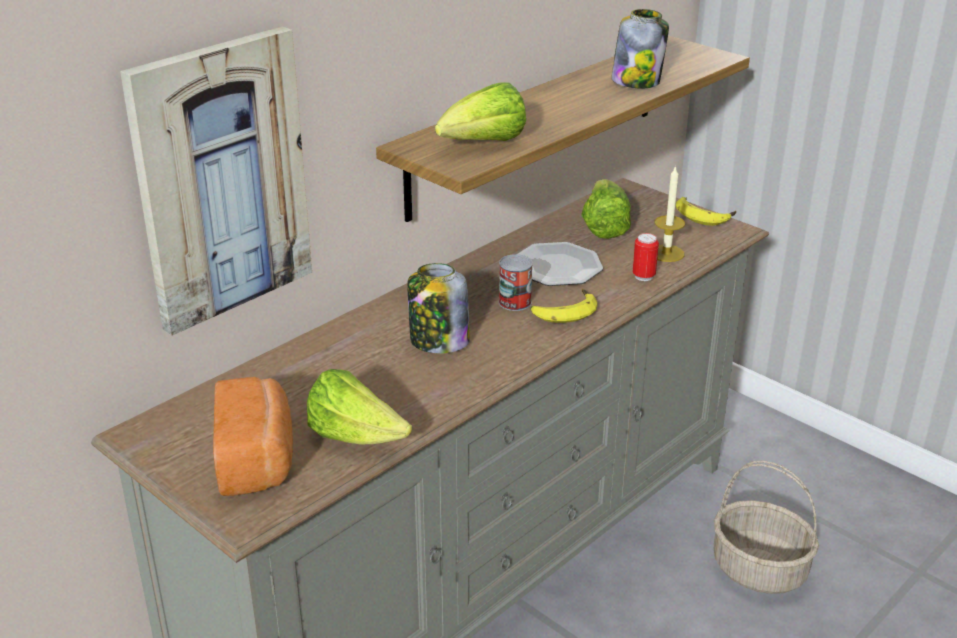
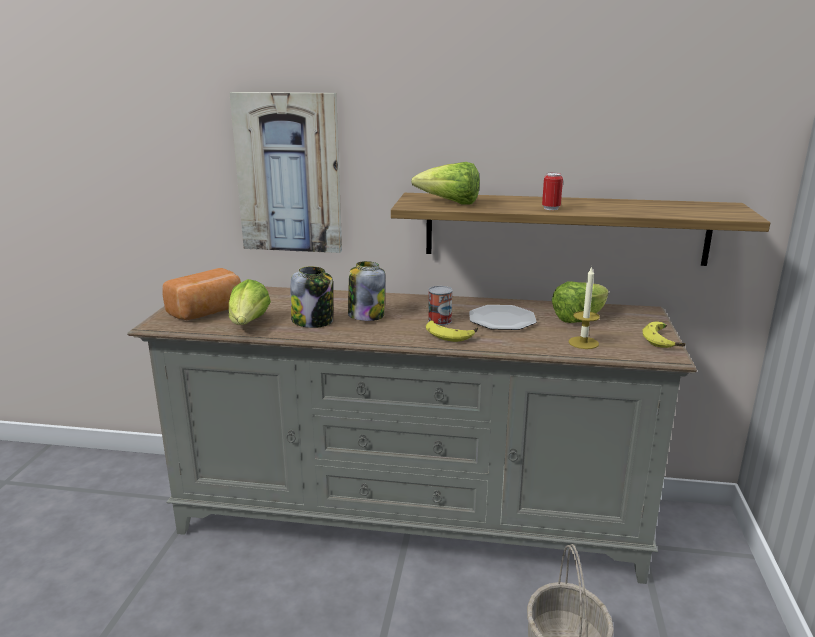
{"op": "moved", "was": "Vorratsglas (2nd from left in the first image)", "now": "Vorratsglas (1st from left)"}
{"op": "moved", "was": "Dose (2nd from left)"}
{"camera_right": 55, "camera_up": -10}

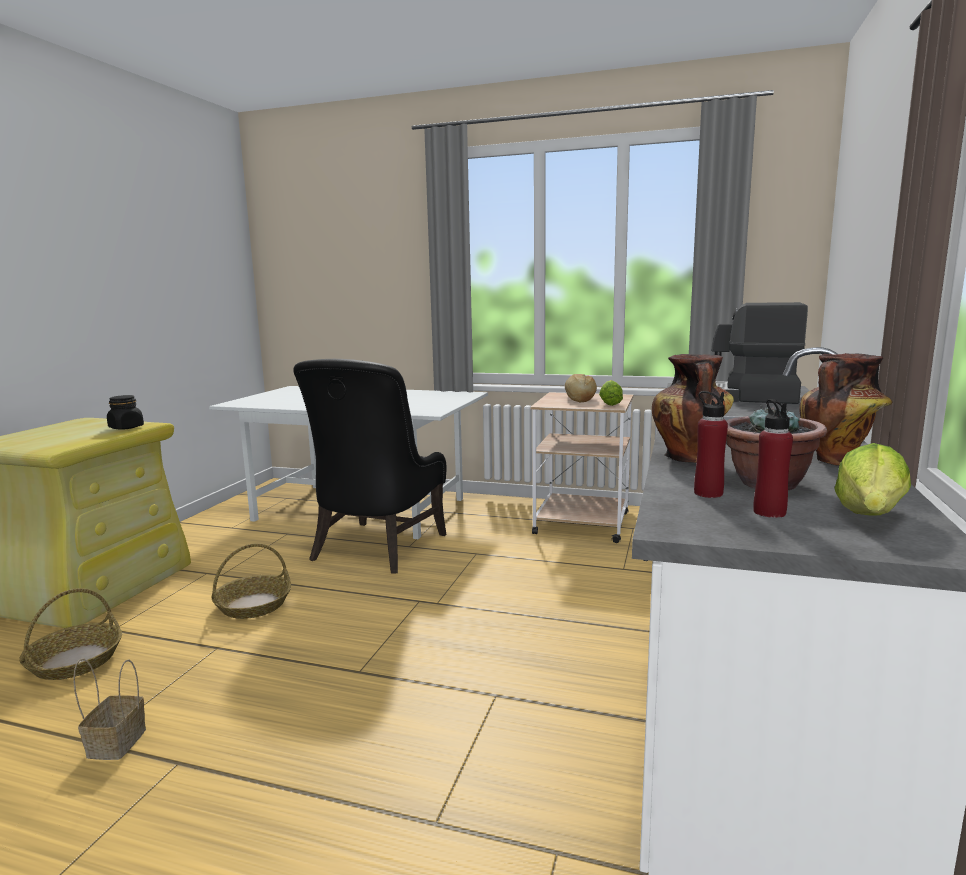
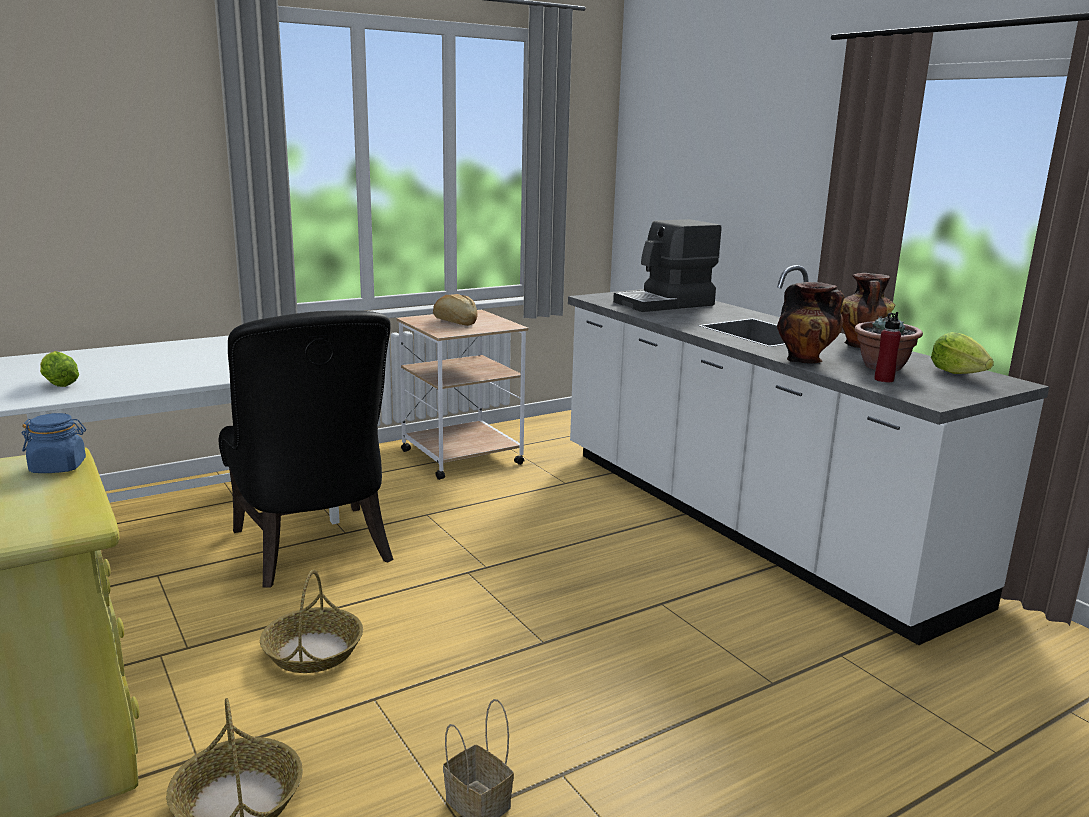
{"op": "recoloured", "was": "Vorratsglas [schwarz]", "now": "Vorratsglas [blau]"}
{"op": "moved", "was": "Salatkopf (1st from left)"}
{"op": "removed", "was": "Flasche [rot] (2nd from left)"}
{"camera_right": -50, "camera_up": 5}

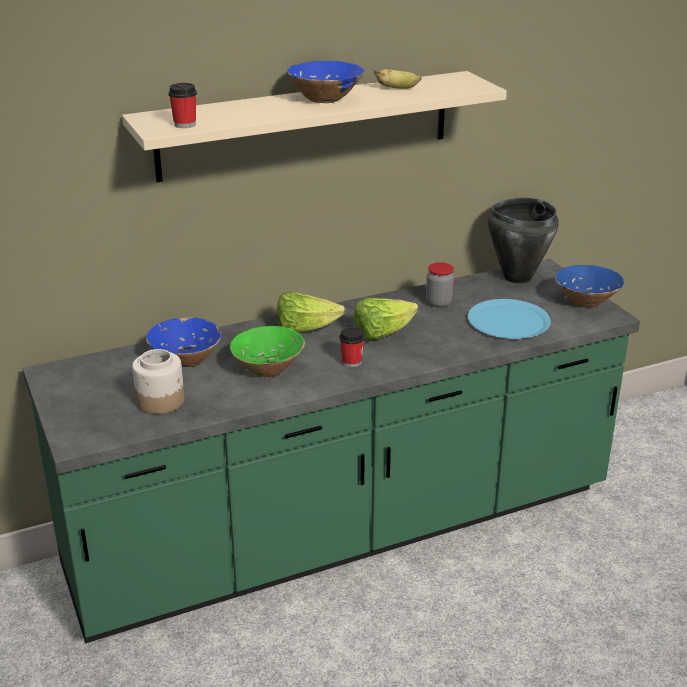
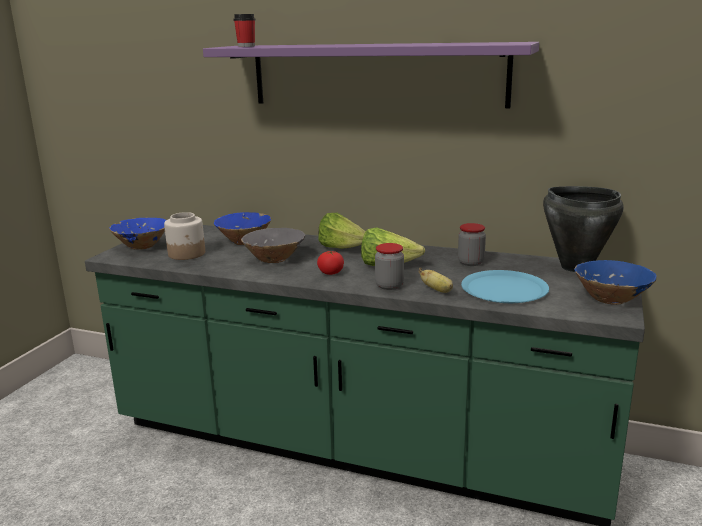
{"op": "moved", "was": "Schüssel [blau] (2nd from left in the first image)", "now": "Schüssel [blau] (1st from left)"}
{"op": "recoloured", "was": "Wandregal [beige]", "now": "Wandregal [lila]"}
{"op": "recoloured", "was": "Schüssel [grün]", "now": "Schüssel [grau]"}
{"op": "replaced", "was": "Tasse (2nd from left)", "now": "Tomate"}
{"op": "added", "now": "Vorratsglas (2nd from left)"}
{"op": "moved", "was": "Banane"}
{"camera_right": 45, "camera_up": -10}

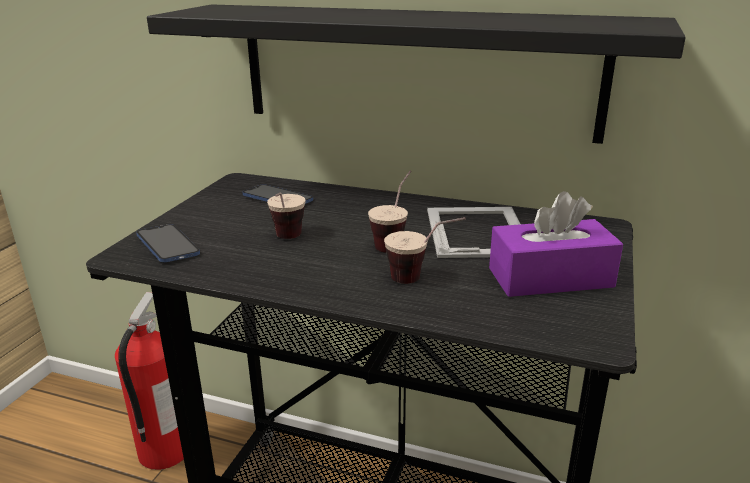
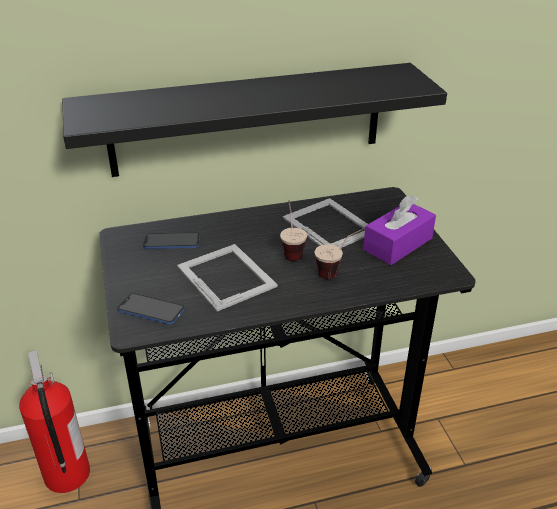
{"op": "replaced", "was": "Tasse (1st from left)", "now": "Bilderrahmen (1st from left)"}
{"camera_right": -35, "camera_up": 10}

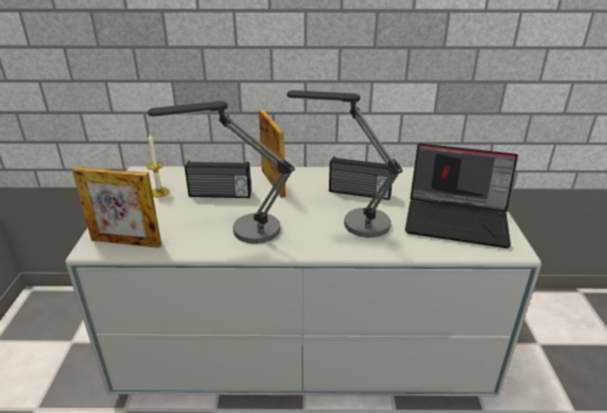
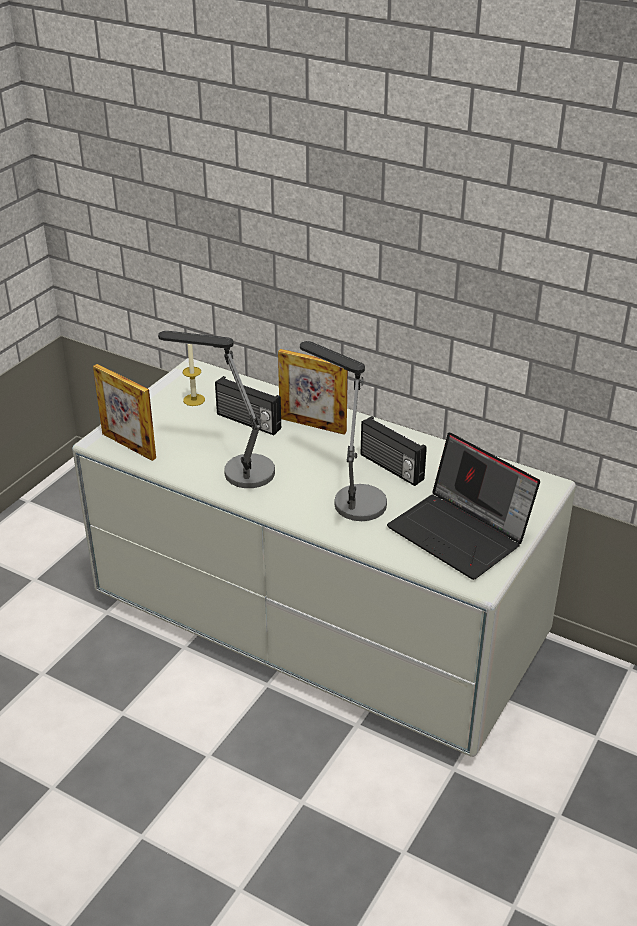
{"op": "turned", "was": "Bilderrahmen (2nd from left)", "clockwise": 105}
{"camera_right": 30, "camera_up": 5}

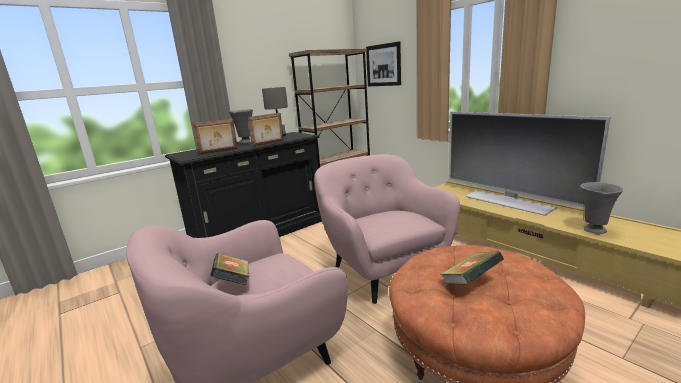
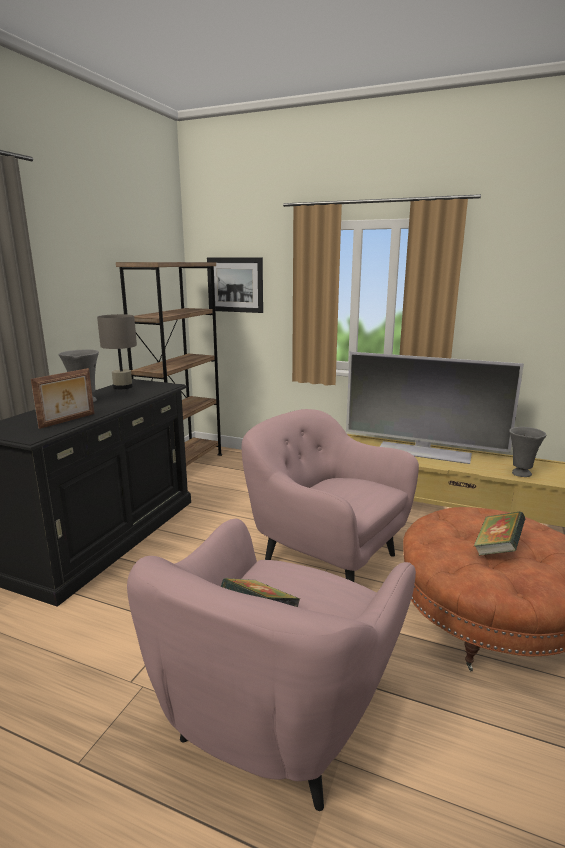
{"op": "removed", "was": "Bilderrahmen (2nd from left)"}
{"camera_right": -30, "camera_up": 0}

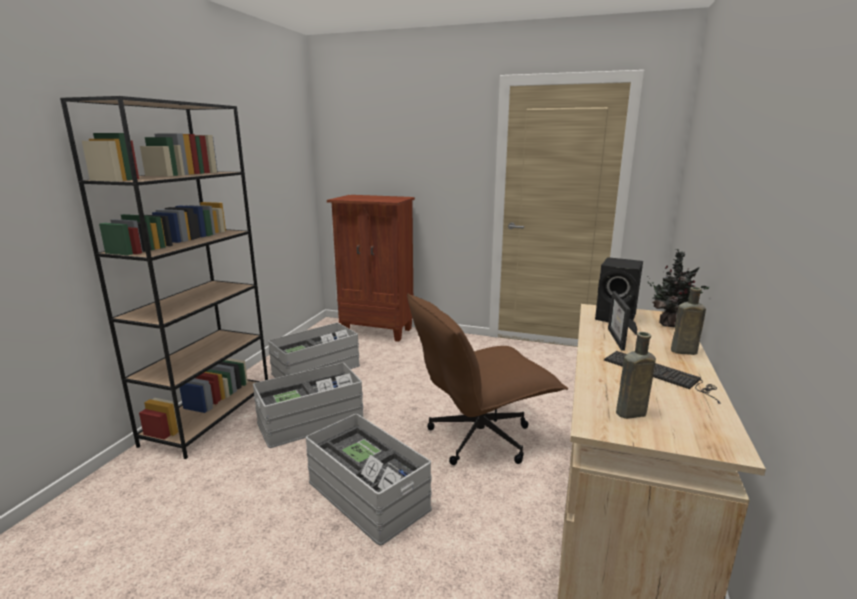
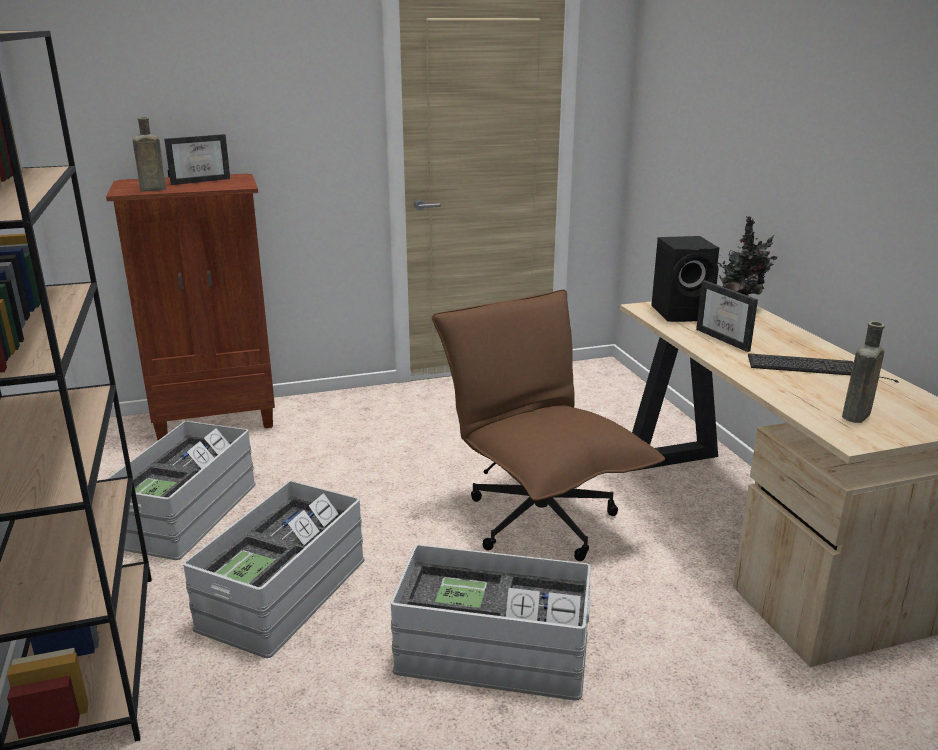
{"op": "moved", "was": "Flasche [braun] (2nd from left in the first image)", "now": "Flasche [braun] (1st from left)"}
{"op": "added", "now": "Bilderrahmen (1st from left)"}
{"op": "turned", "was": "Bürostuhl [braun]", "clockwise": 120}
{"camera_right": -35, "camera_up": 5}

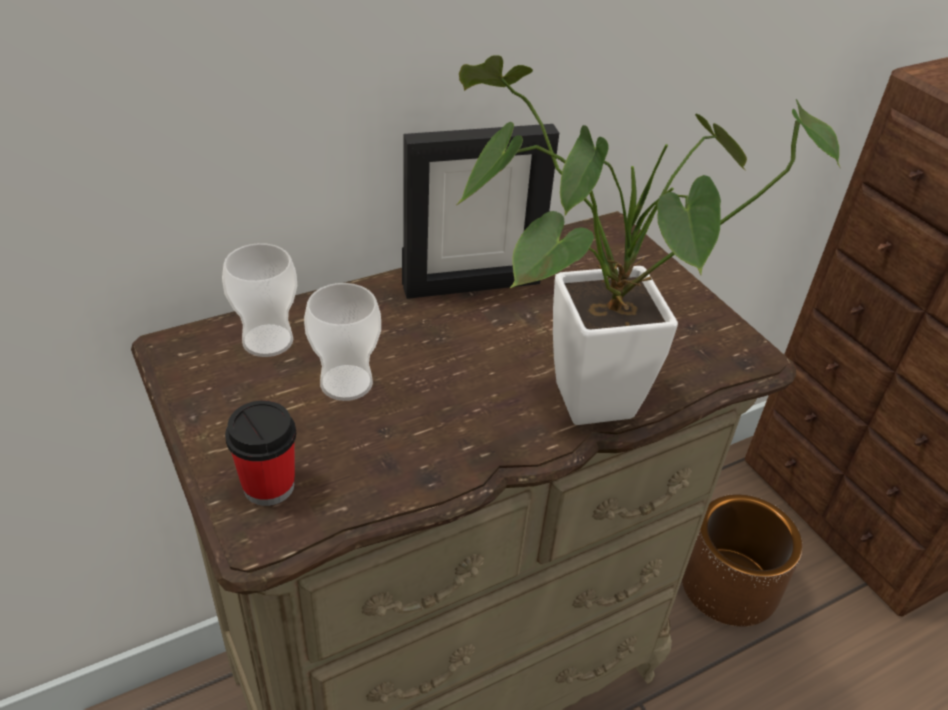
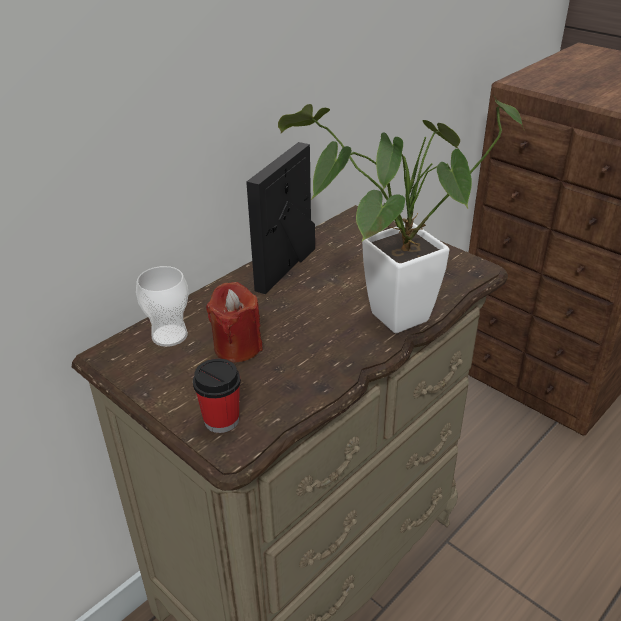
{"op": "replaced", "was": "Tasse (3rd from left)", "now": "Kerze [rot]"}
{"op": "turned", "was": "Bilderrahmen", "clockwise": 150}
{"op": "removed", "was": "Pflanzkübel [braun]"}
{"camera_right": -15, "camera_up": -5}

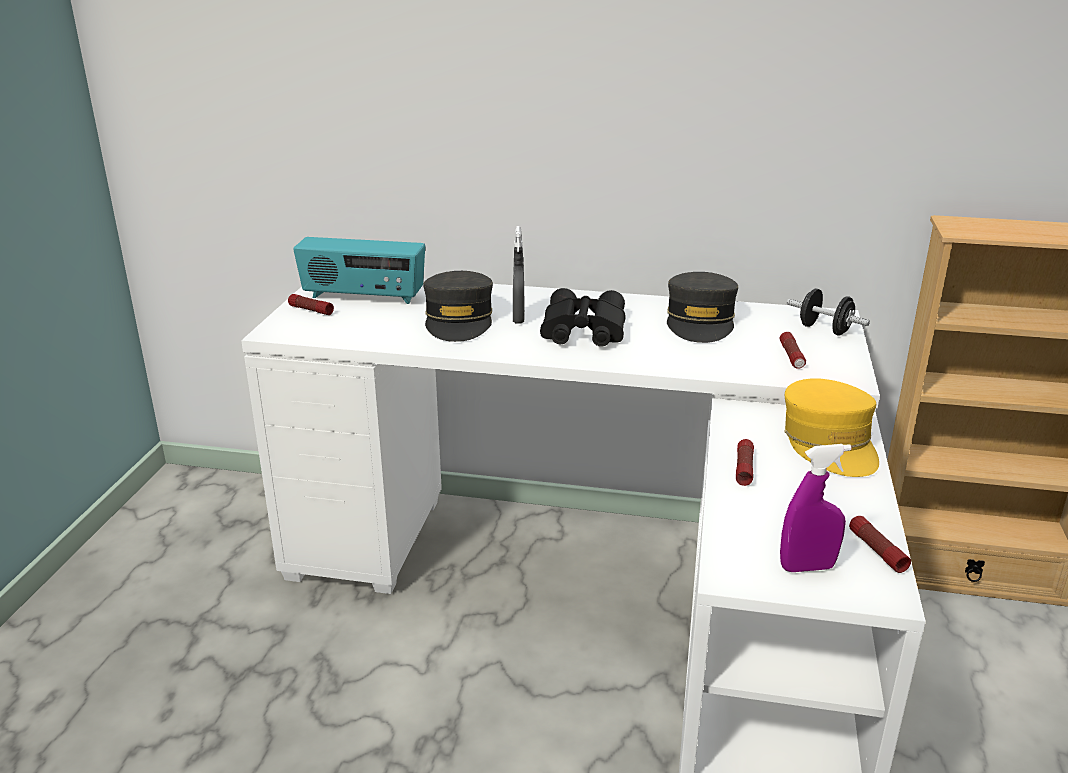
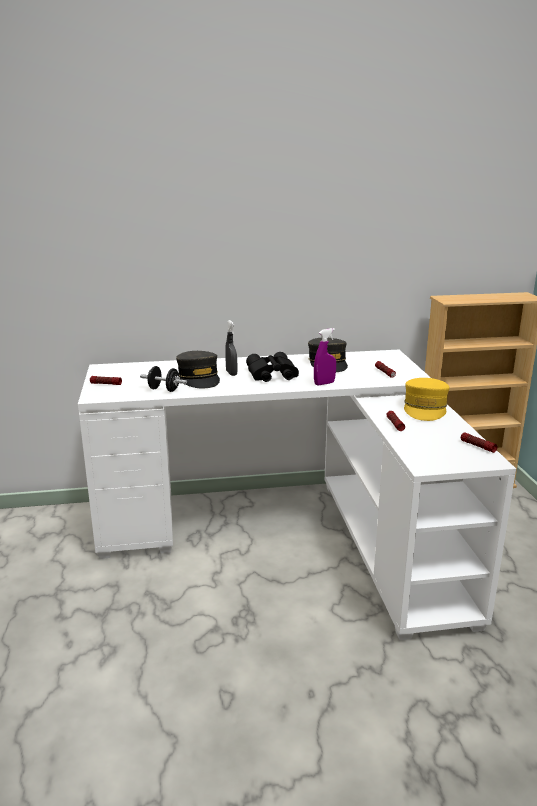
{"op": "moved", "was": "Hantel [schwarz]"}
{"op": "moved", "was": "Sprühflasche [lila]"}
{"op": "turned", "was": "Kappe [gelb]", "clockwise": 45}
{"op": "removed", "was": "Radio"}
{"camera_right": -20, "camera_up": -5}

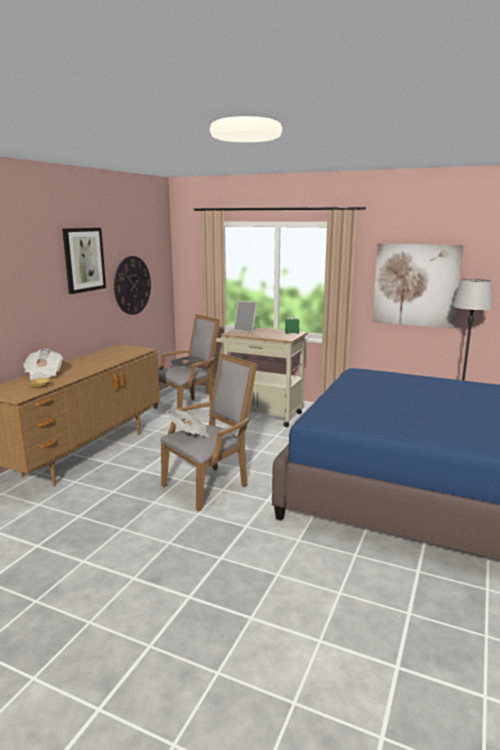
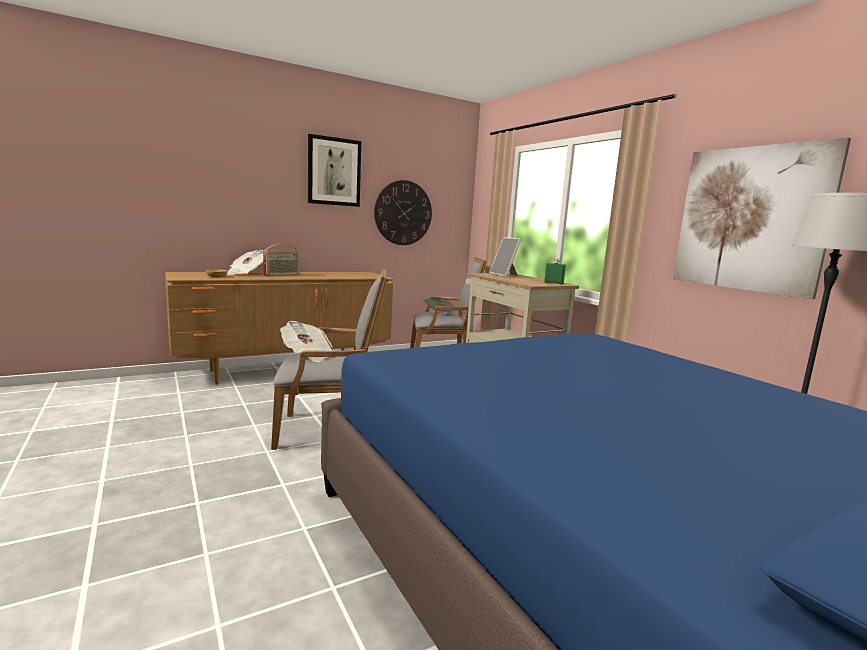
{"op": "added", "now": "Radio"}
{"camera_right": 35, "camera_up": -5}

